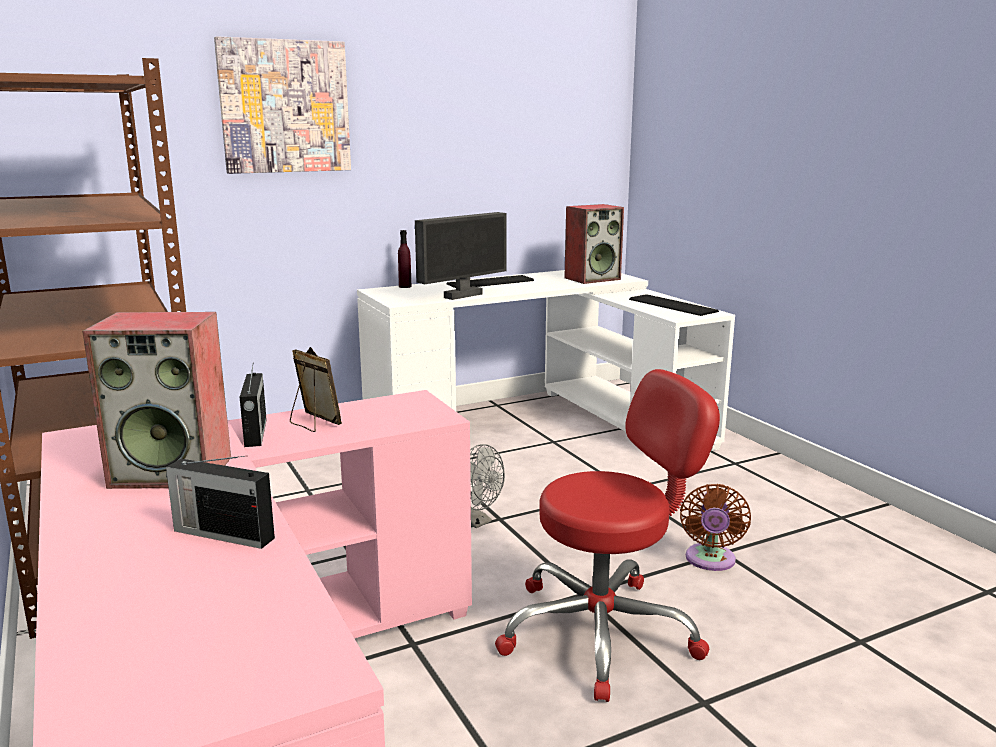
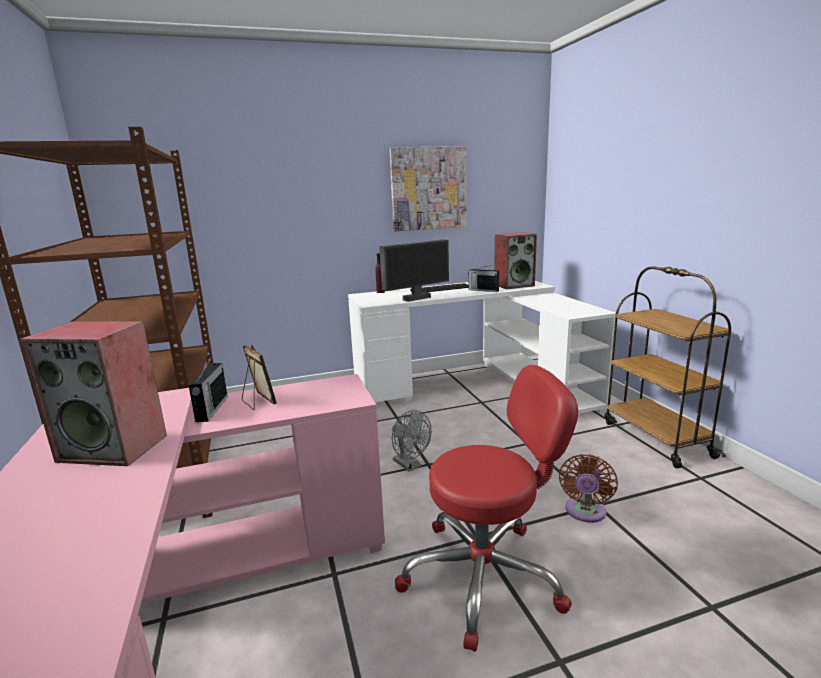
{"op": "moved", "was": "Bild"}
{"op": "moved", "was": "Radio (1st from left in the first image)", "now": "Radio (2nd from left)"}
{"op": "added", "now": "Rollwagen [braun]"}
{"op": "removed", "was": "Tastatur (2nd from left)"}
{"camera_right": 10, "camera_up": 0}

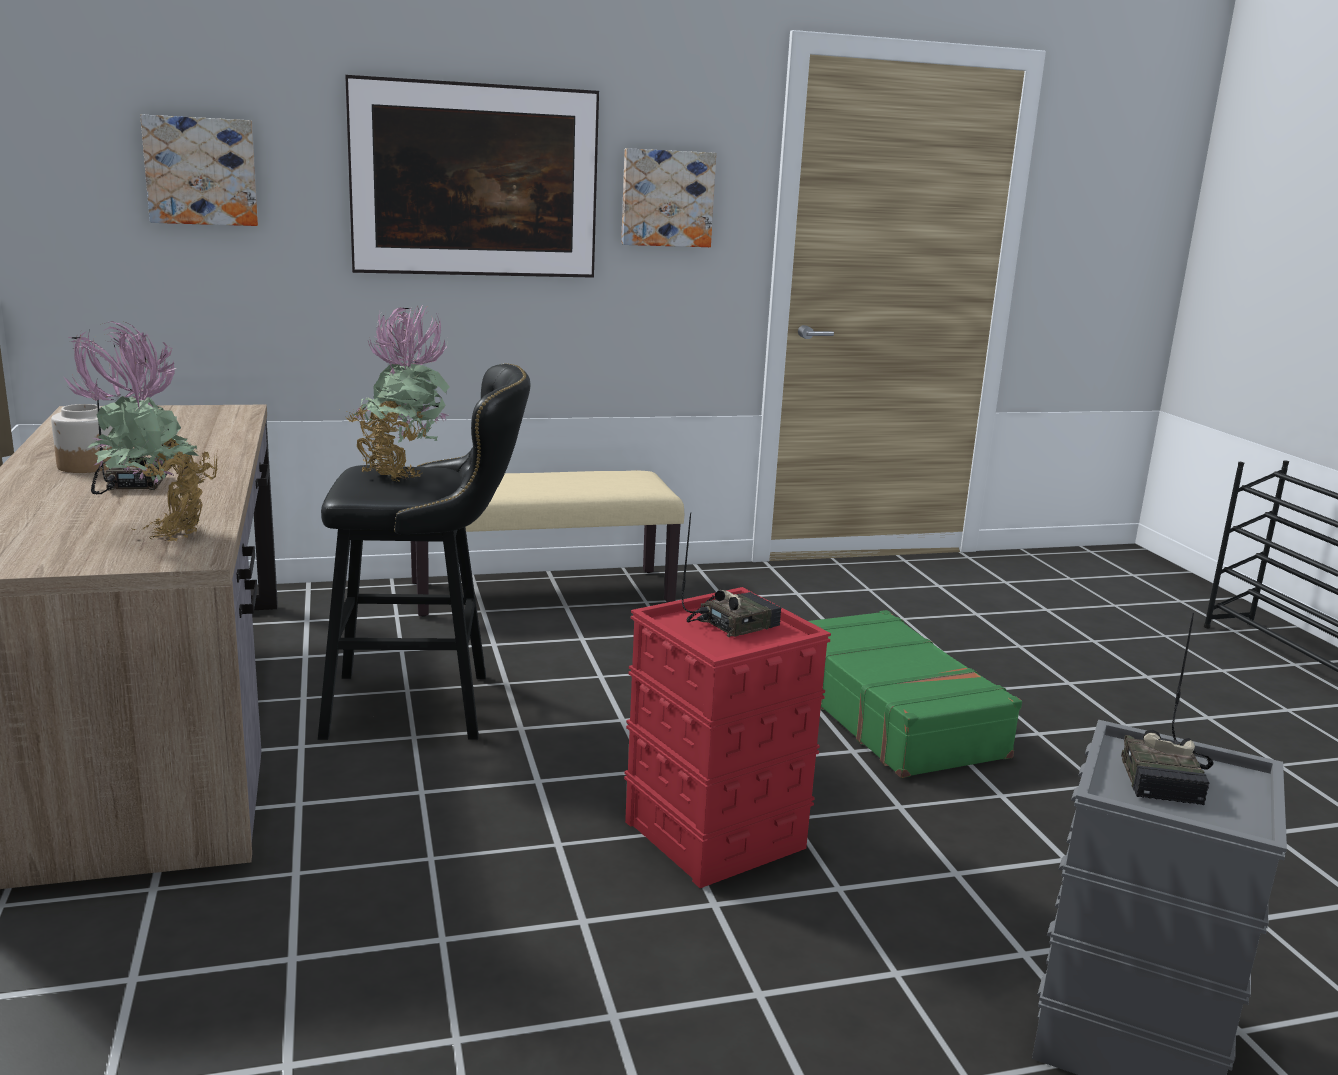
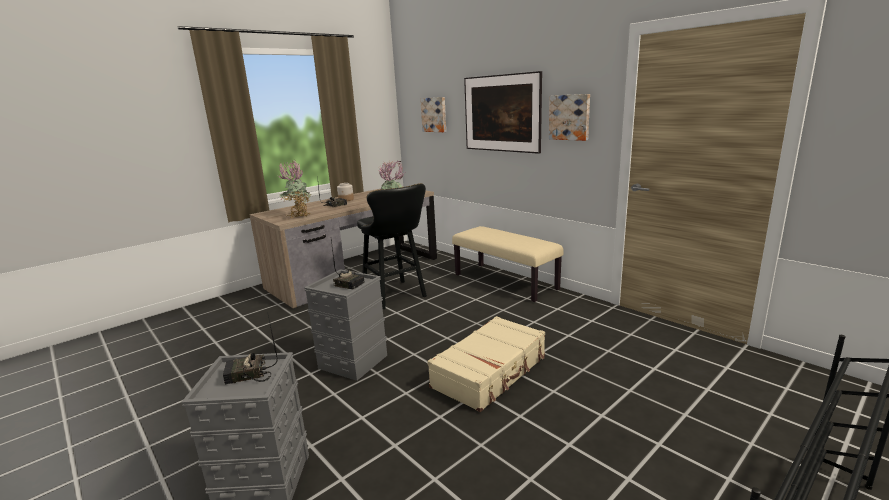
{"op": "recoloured", "was": "Aufbewahrungsbox [rot]", "now": "Aufbewahrungsbox [grau] (2nd from left)"}
{"op": "recoloured", "was": "Koffer [grün]", "now": "Koffer [beige]"}
{"camera_right": 65, "camera_up": 0}

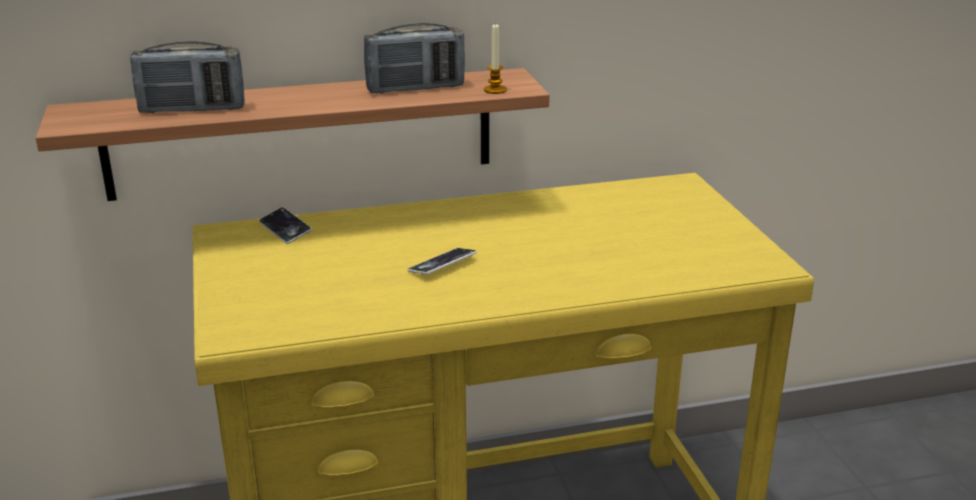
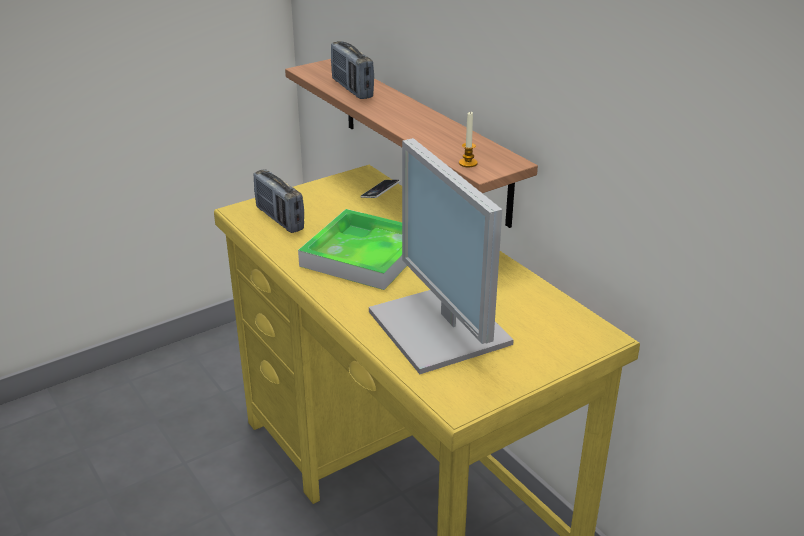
{"op": "moved", "was": "Radio (2nd from left in the first image)", "now": "Radio (1st from left)"}
{"op": "replaced", "was": "Handy (2nd from left)", "now": "Tablett"}
{"op": "added", "now": "Monitor"}
{"camera_right": 70, "camera_up": 5}

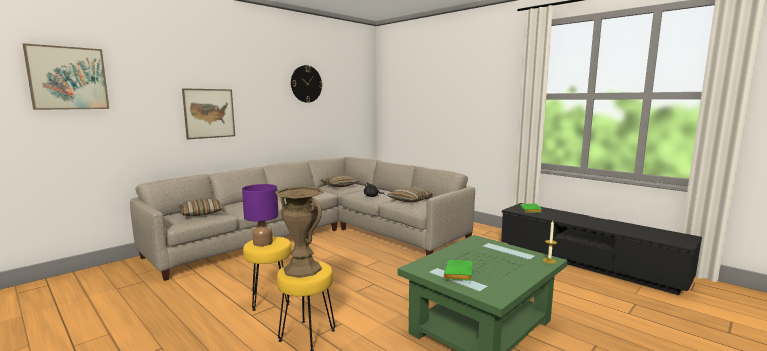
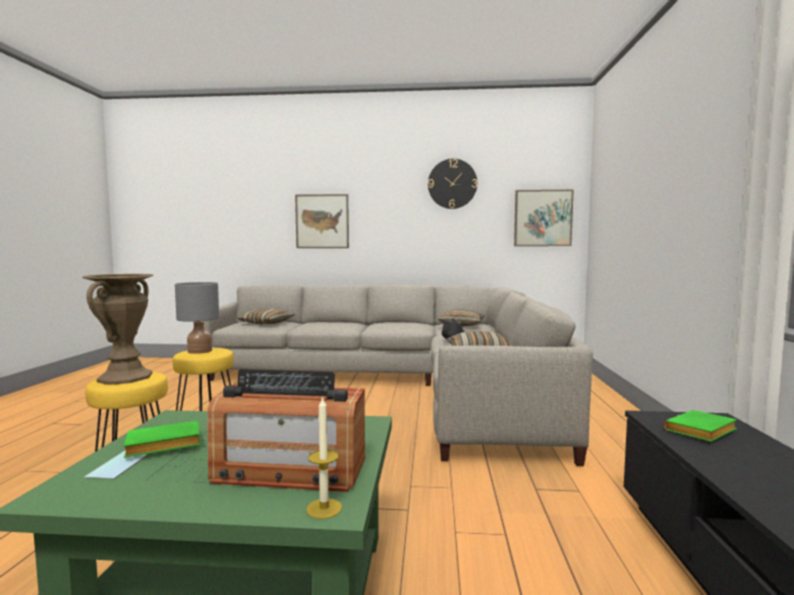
{"op": "recoloured", "was": "Tischlampe [lila]", "now": "Tischlampe [grau]"}
{"op": "added", "now": "Radio"}
{"op": "moved", "was": "Bild (1st from left in the first image)", "now": "Bild (2nd from left)"}
{"camera_right": 50, "camera_up": -5}

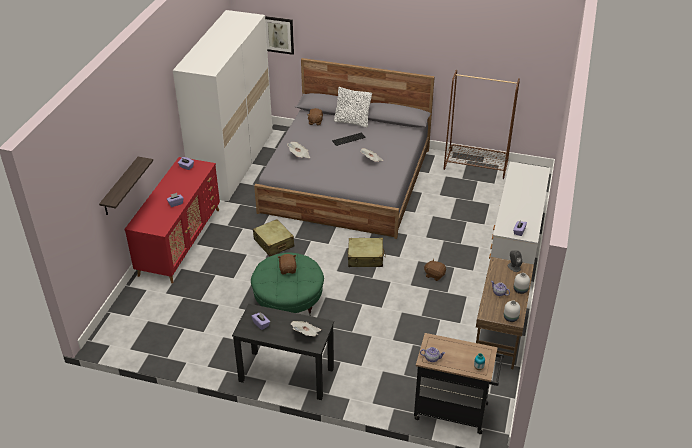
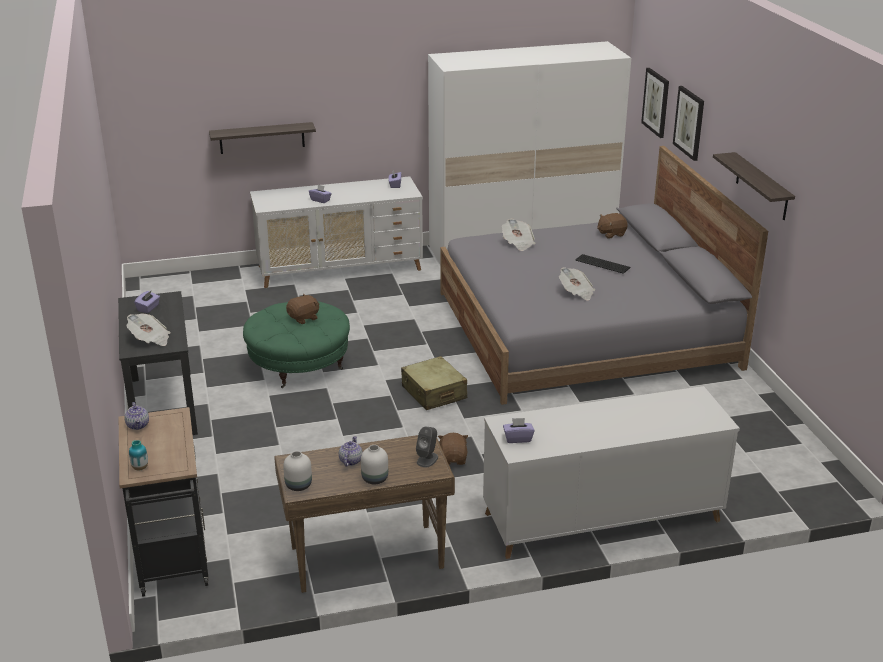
{"op": "recoloured", "was": "Kommode [rot]", "now": "Kommode [weiß] (1st from left)"}
{"op": "added", "now": "Bild (2nd from left)"}
{"op": "added", "now": "Wandregal (2nd from left)"}
{"op": "removed", "was": "Koffer [beige] (1st from left)"}
{"op": "removed", "was": "Kissen [weiß]"}
{"op": "removed", "was": "Kleiderständer [braun]"}
{"camera_right": 60, "camera_up": -10}

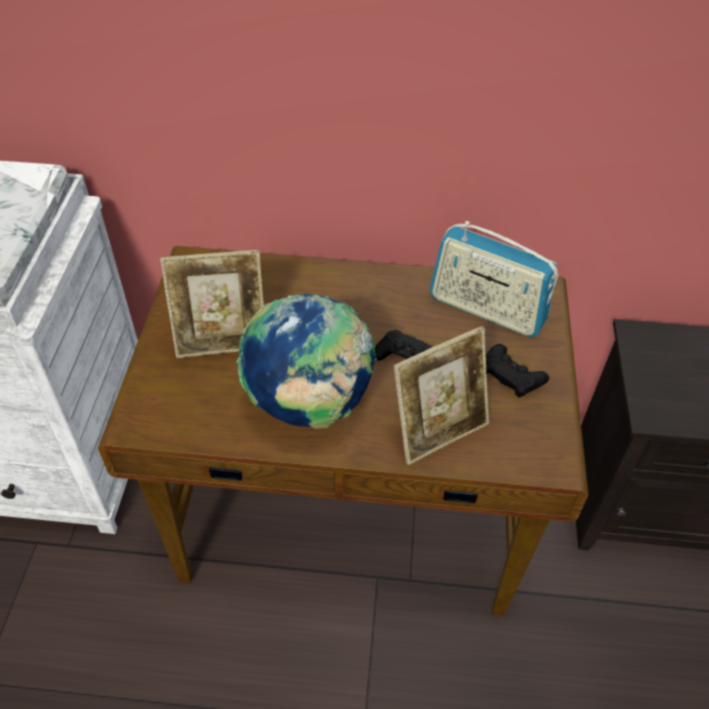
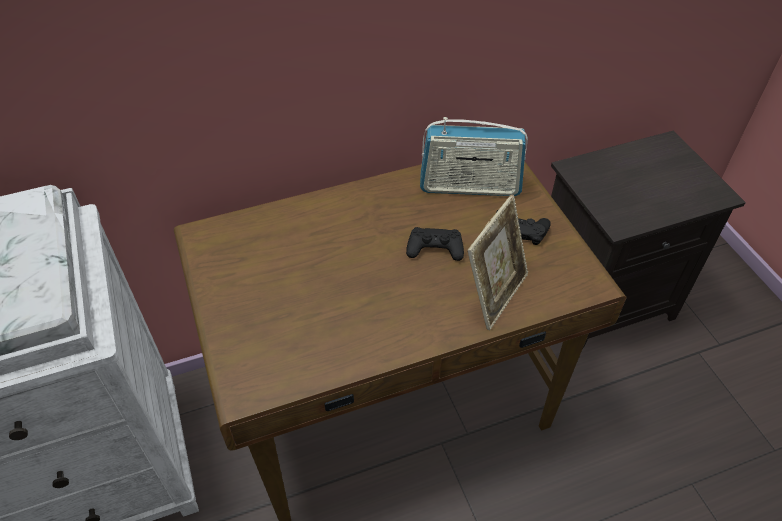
{"op": "removed", "was": "Bilderrahmen (1st from left)"}
{"op": "removed", "was": "Globus"}
{"camera_right": -25, "camera_up": 0}

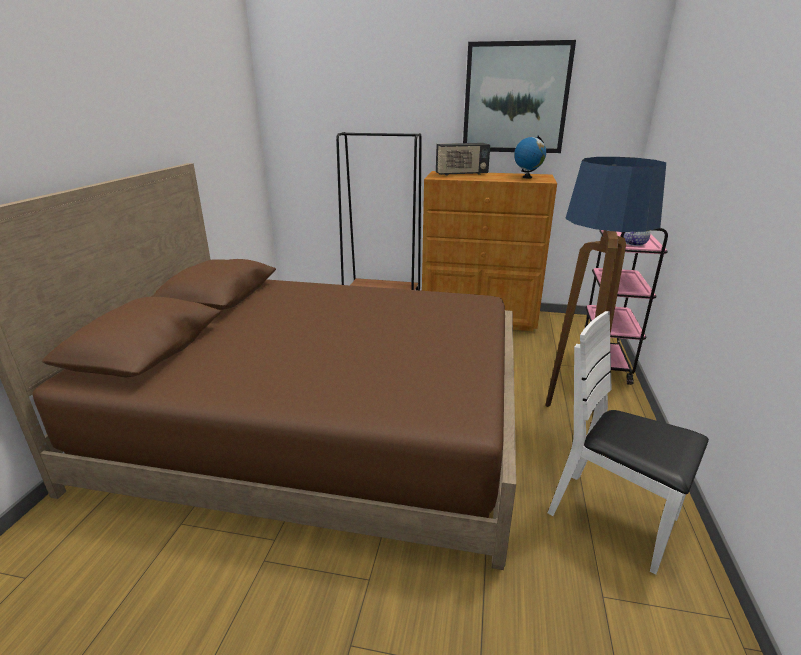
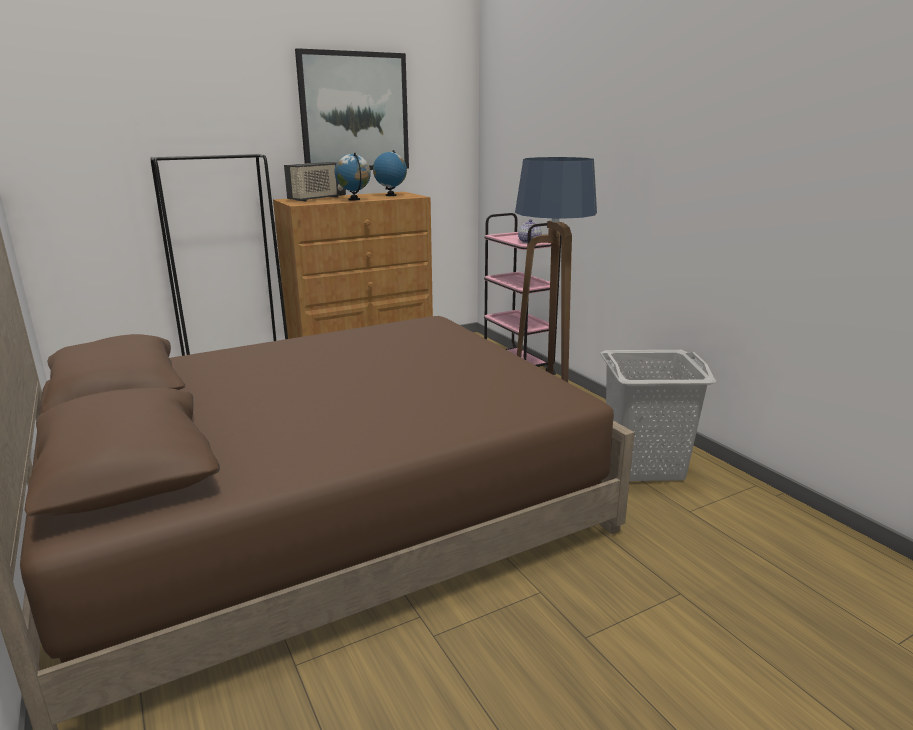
{"op": "added", "now": "Globus (1st from left)"}
{"op": "replaced", "was": "Stuhl [weiß]", "now": "Wäschekorb [grau]"}
{"camera_right": -40, "camera_up": -5}

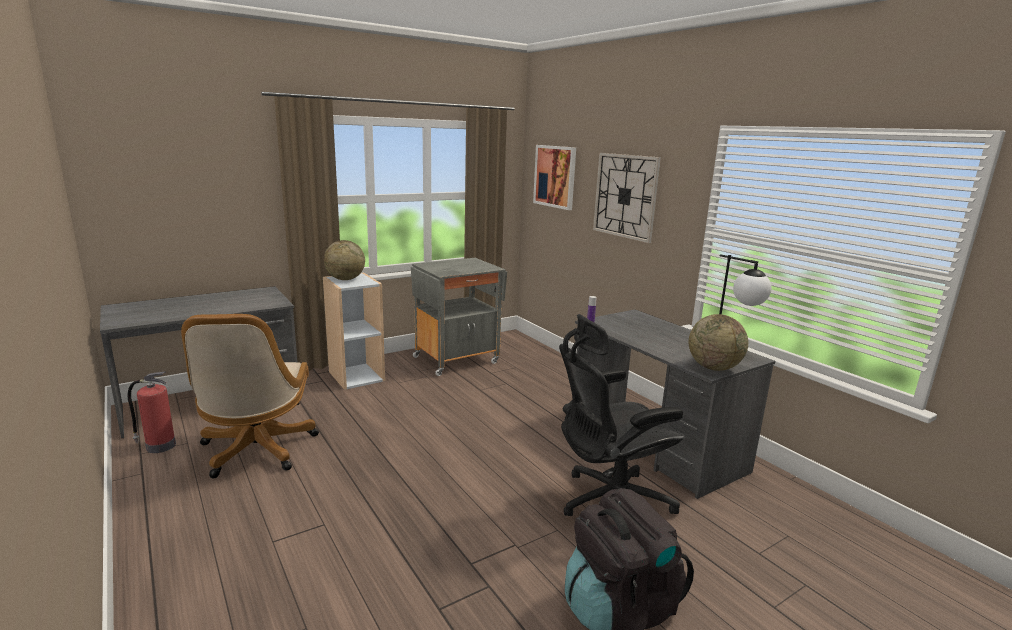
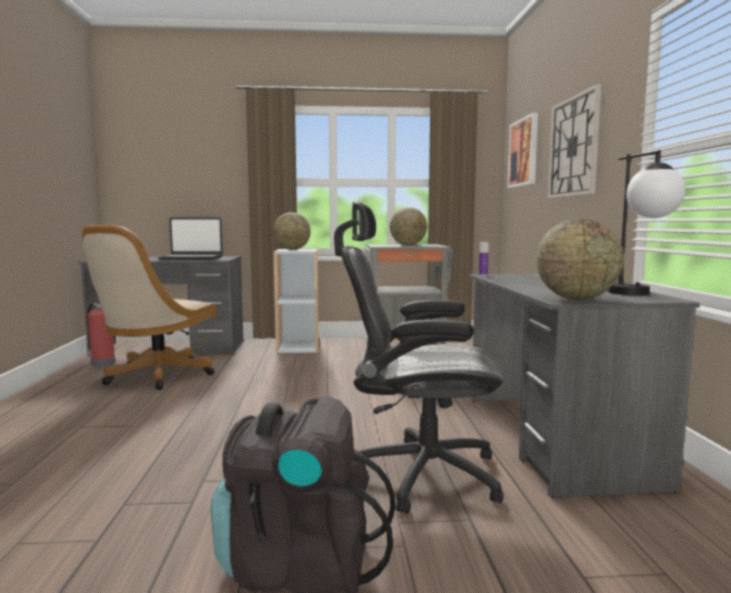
{"op": "added", "now": "Laptop"}
{"op": "added", "now": "Globus (2nd from left)"}
{"camera_right": 30, "camera_up": -10}

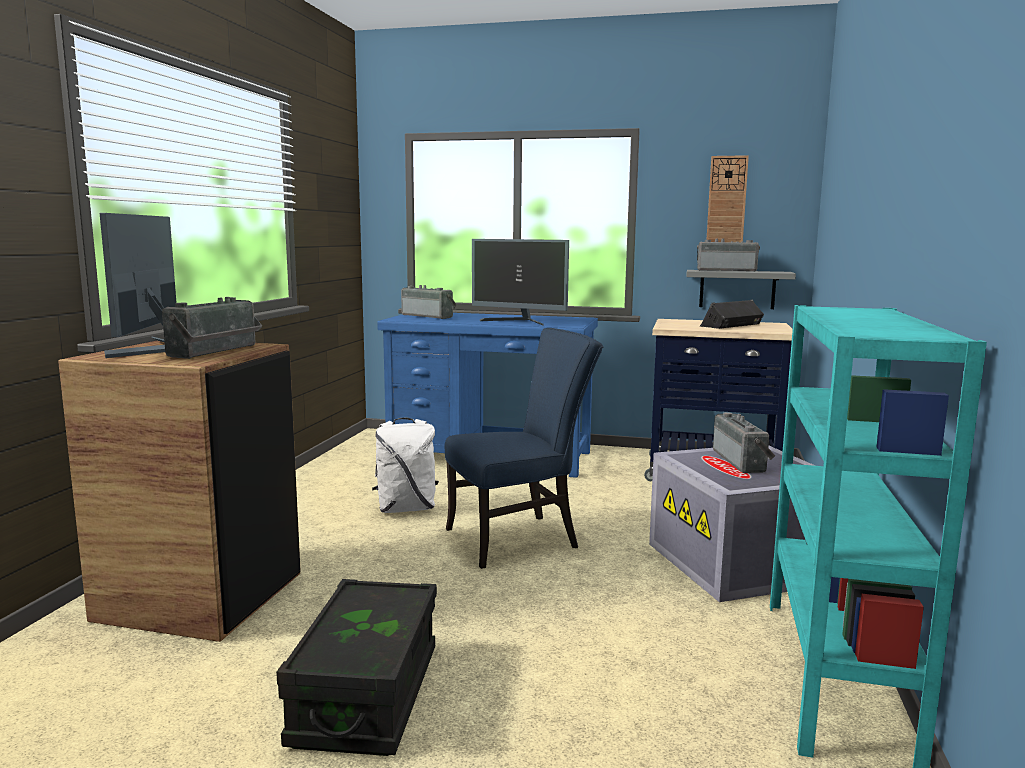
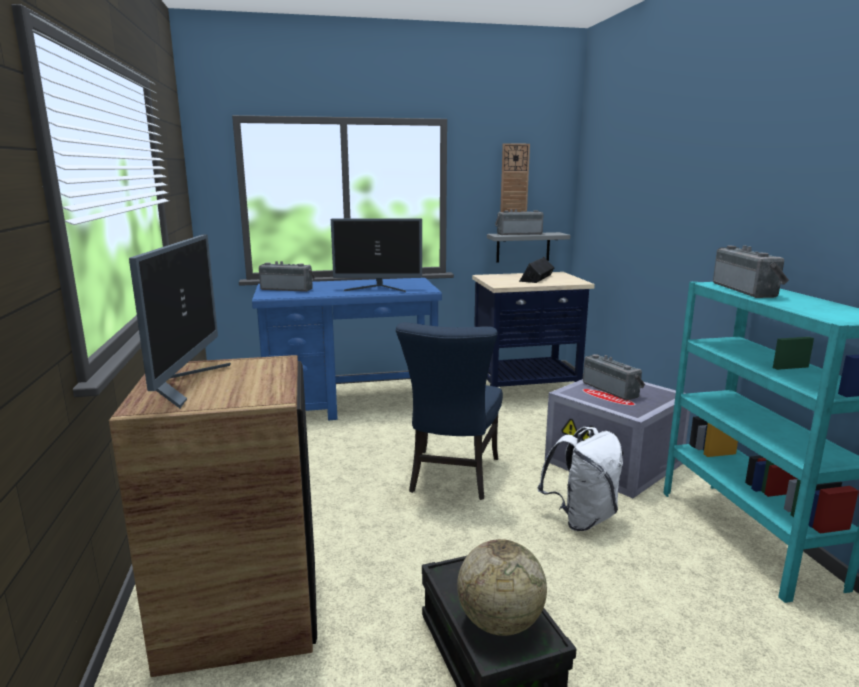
{"op": "turned", "was": "Monitor (1st from left)", "clockwise": -150}
{"op": "turned", "was": "Stuhl [blau]", "clockwise": 150}
{"op": "added", "now": "Globus"}
{"op": "moved", "was": "Rucksack [weiß]"}
{"op": "moved", "was": "Radio (1st from left in the first image)", "now": "Radio (4th from left)"}
{"camera_right": -25, "camera_up": 5}

